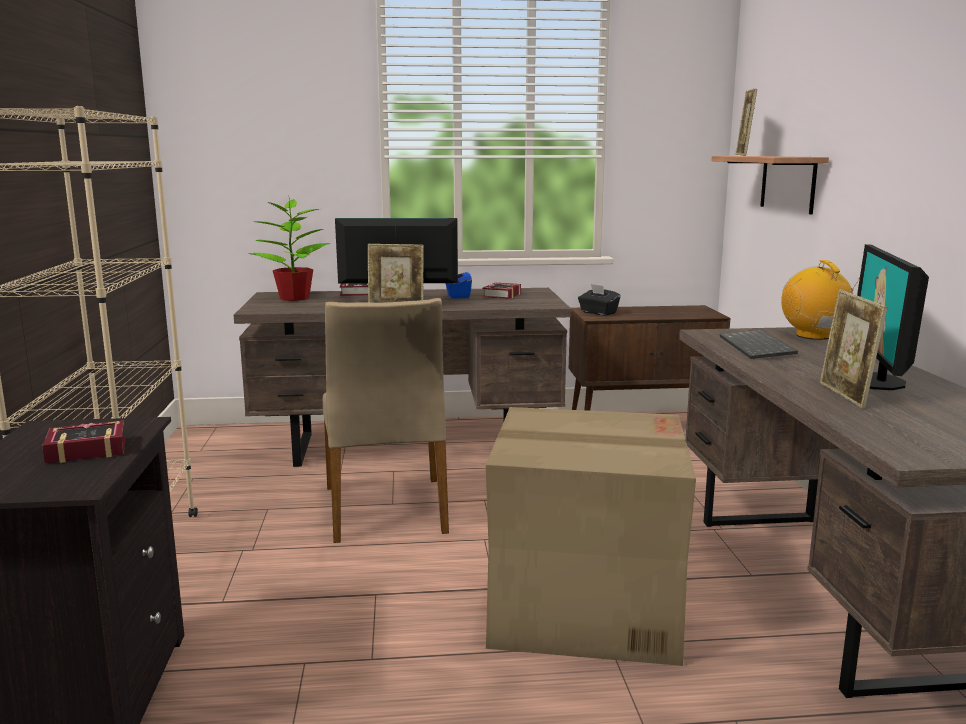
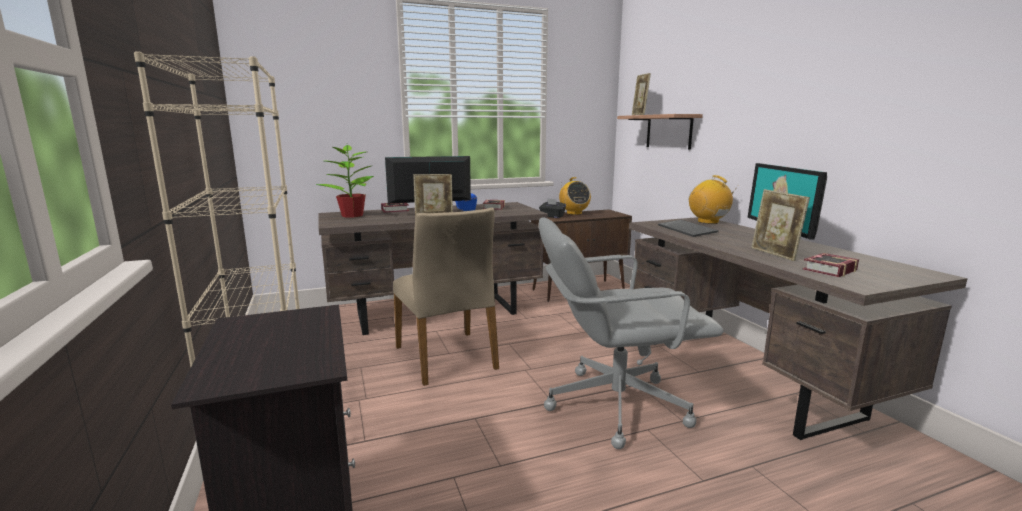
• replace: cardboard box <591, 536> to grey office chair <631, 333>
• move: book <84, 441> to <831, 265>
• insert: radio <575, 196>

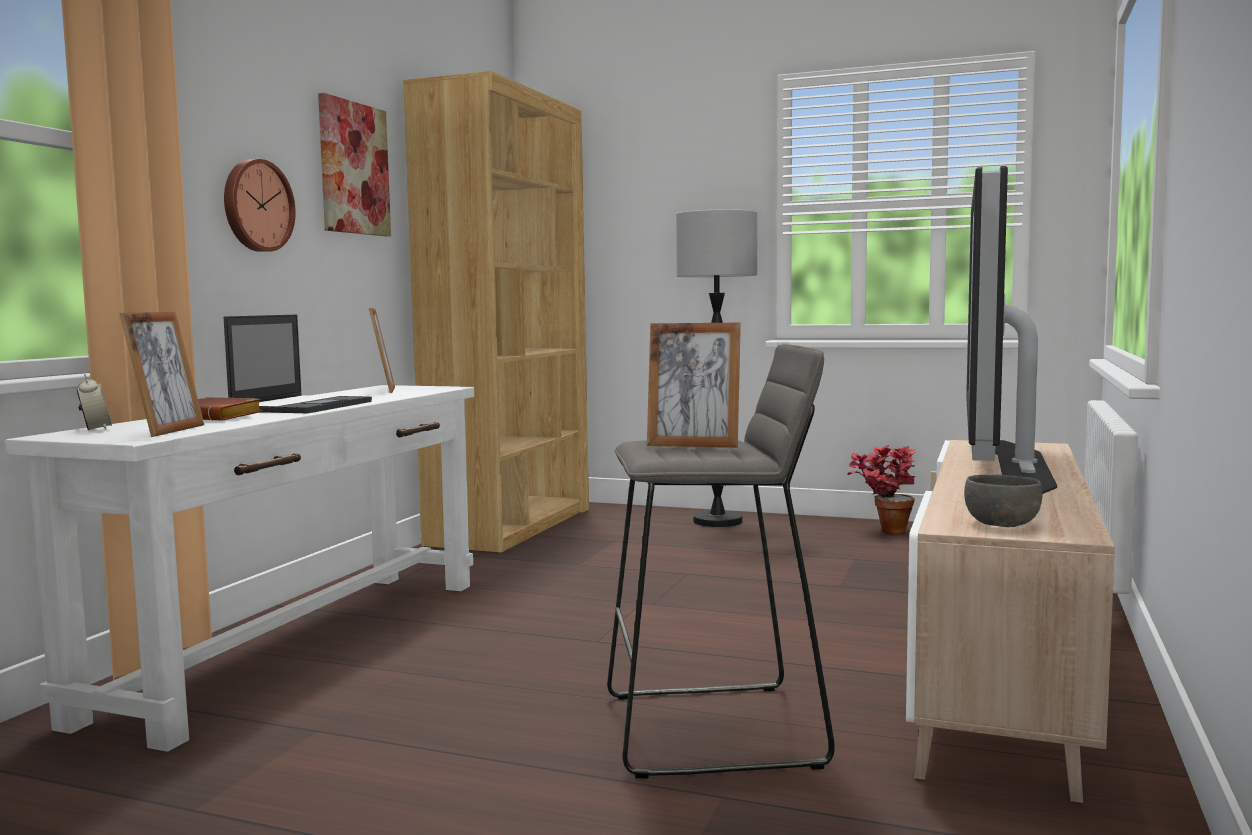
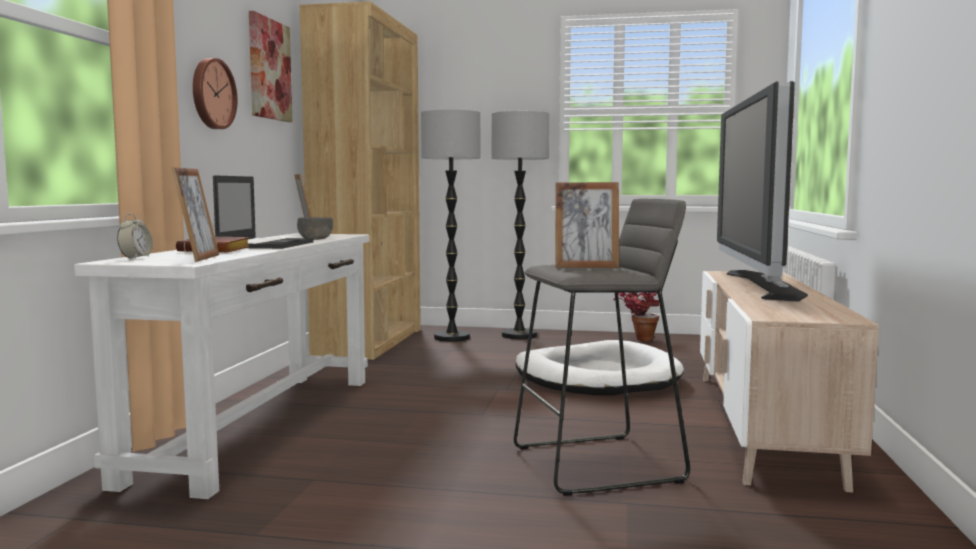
• rotate: alarm clock <94, 401> = <135, 236> 45 degrees clockwise
• move: grey bowl <1003, 500> to <315, 228>
• insert: floor lamp <450, 225>
• insert: white dog bed <599, 367>

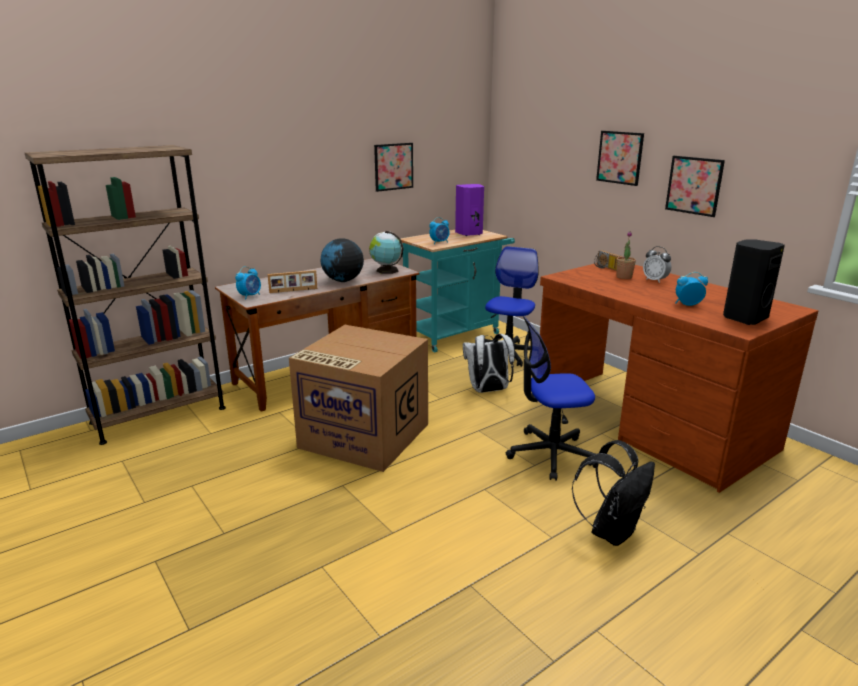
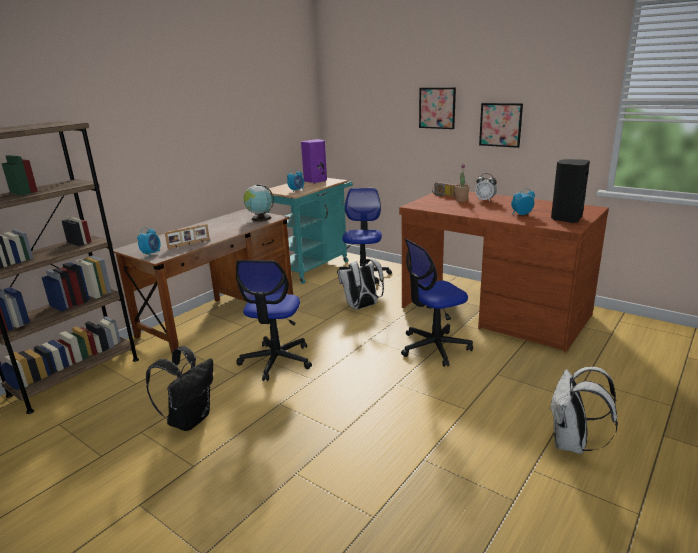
• delete: picture <393, 167>
• delete: globe <342, 260>
• replace: cardboard box <358, 398> to office chair <274, 320>
• move: black backpack <613, 493> to <179, 388>
• insert: white backpack <583, 410>

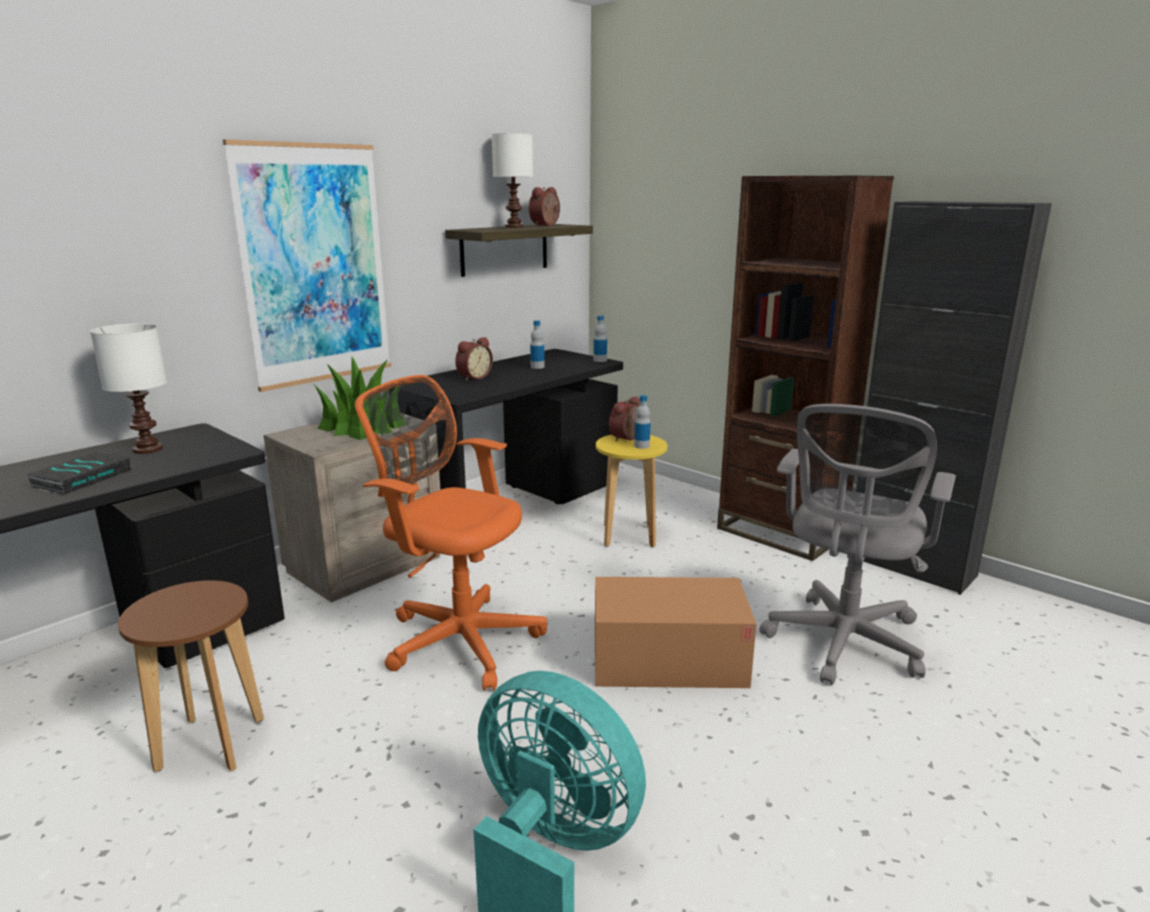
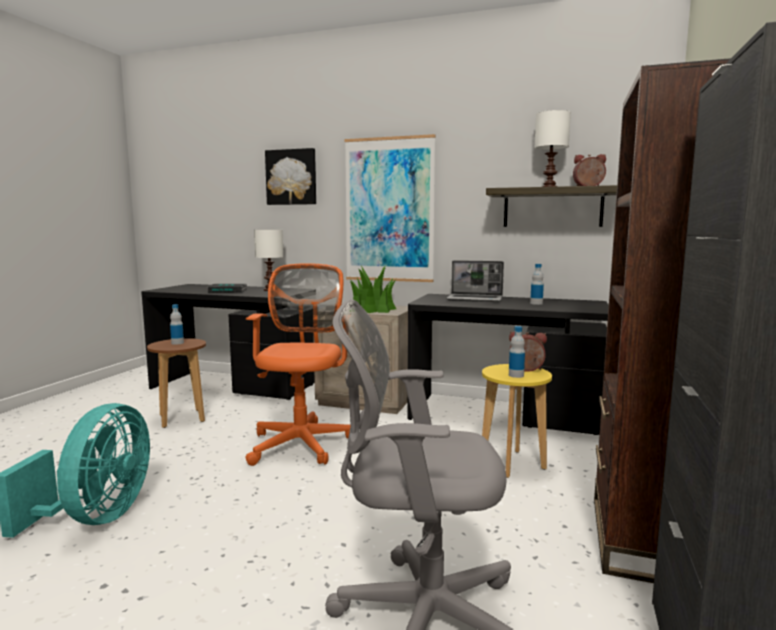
• move: bottle <600, 338> to <177, 324>
• replace: alarm clock <474, 359> to laptop <475, 281>
• delete: cardboard box <675, 632>
• insert: picture <290, 176>

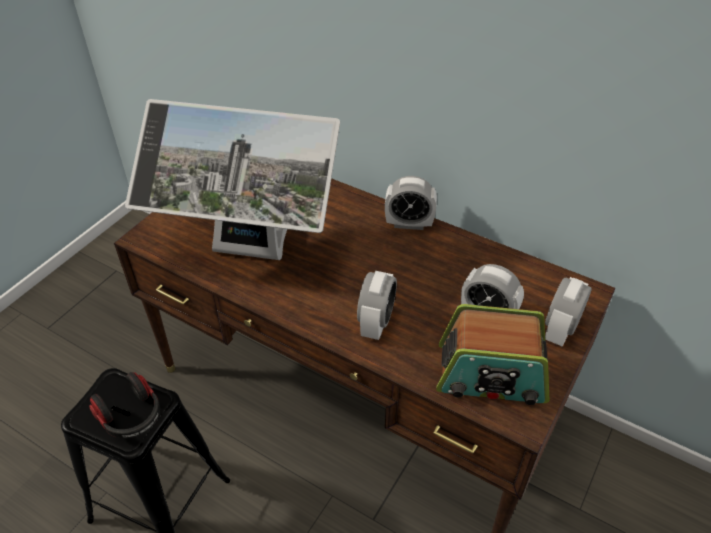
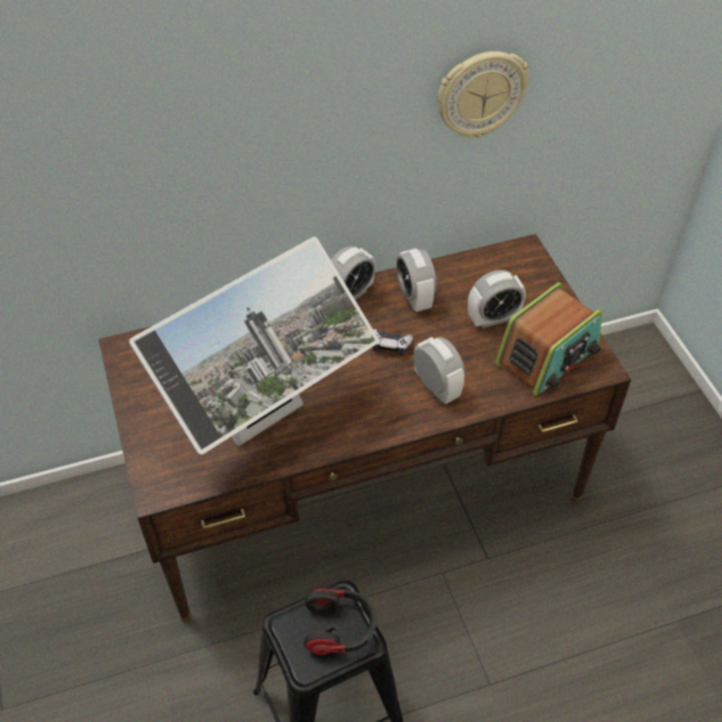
• move: alarm clock <568, 311> to <416, 280>
• insert: wall clock <483, 94>
• insert: game controller <392, 342>

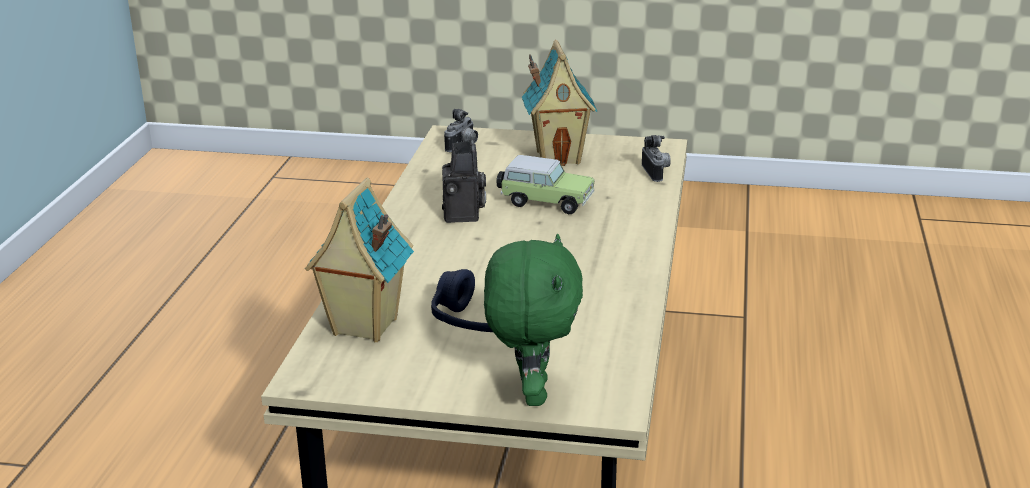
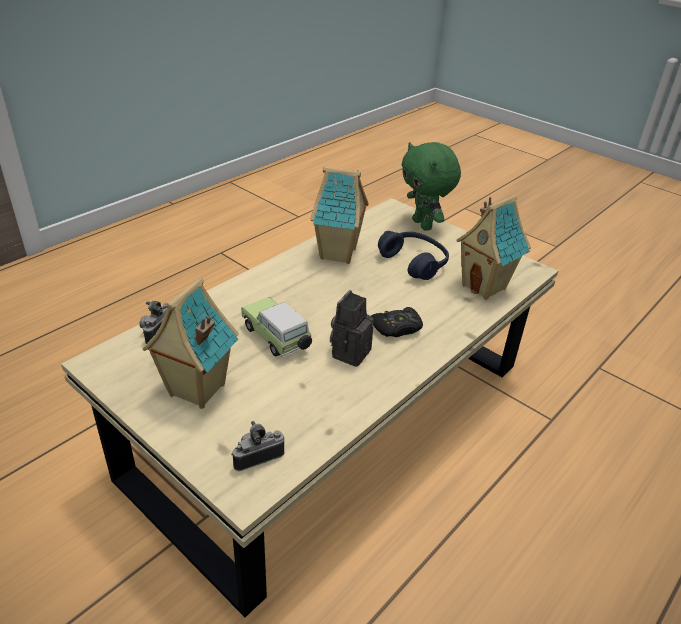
• rotate: green plush toy <533, 320> = <431, 186> 60 degrees counterclockwise
• insert: toy house <339, 215>
• insert: black game controller <397, 322>

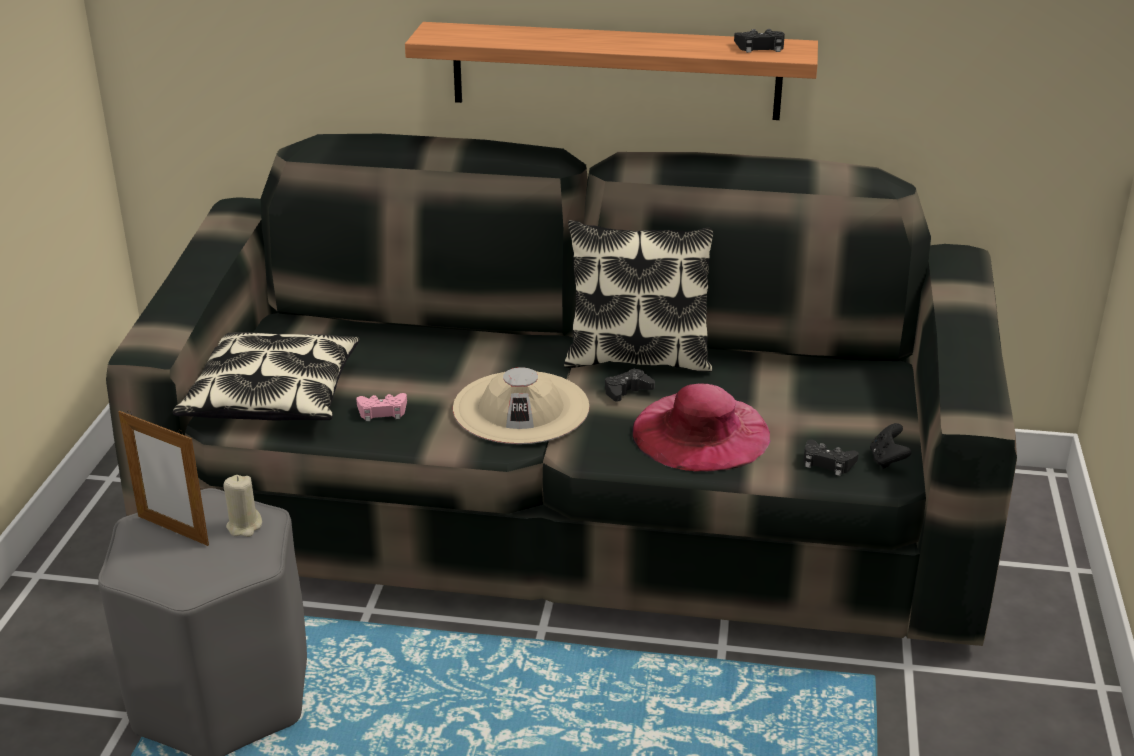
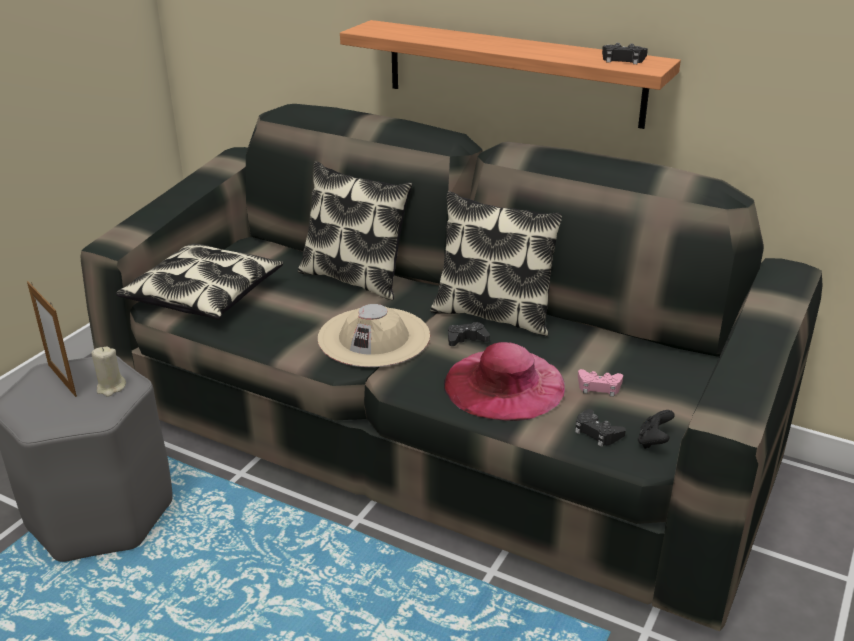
• move: pink game controller <381, 407> to <600, 383>
• insert: pillow <355, 230>

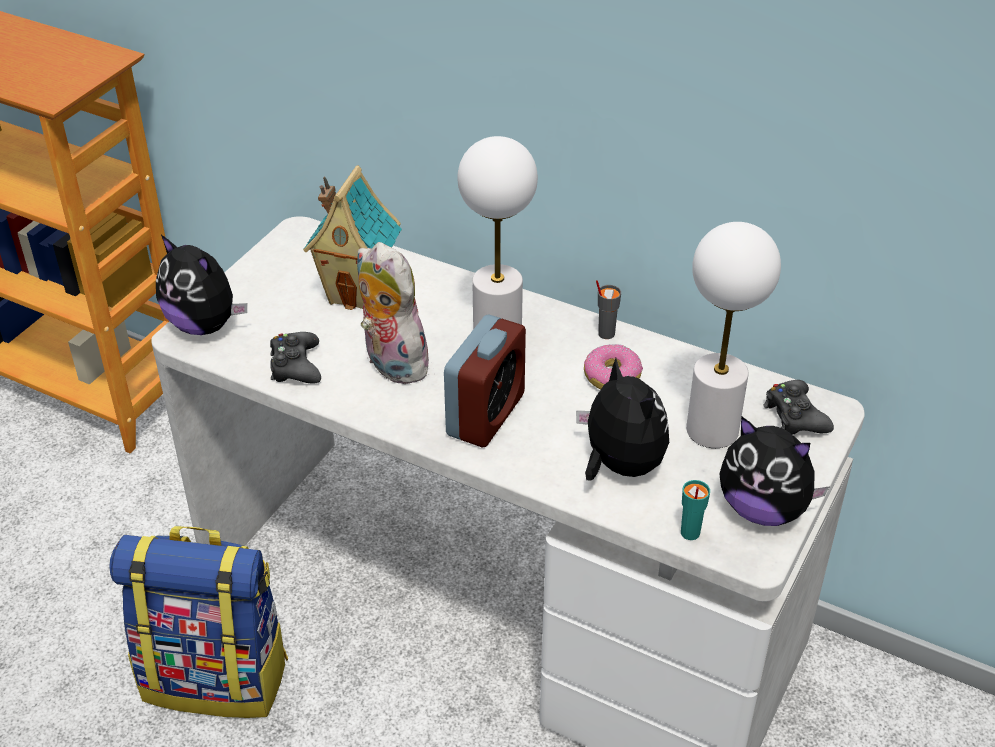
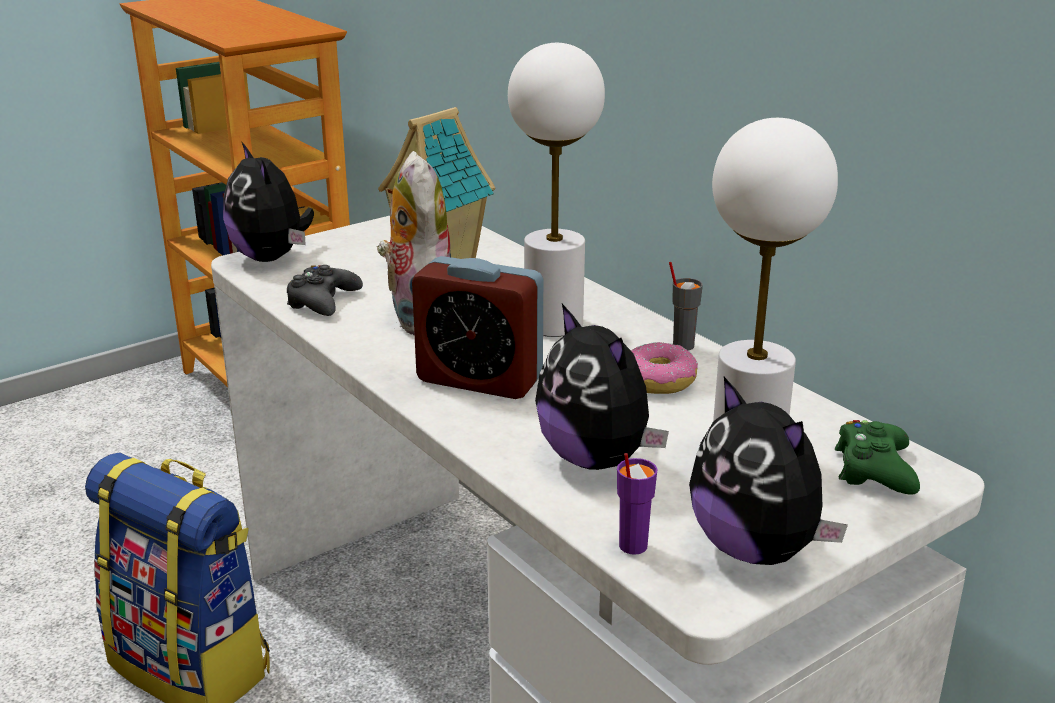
• rotate: alarm clock <485, 381> = <477, 327> 60 degrees clockwise
• rotate: plush toy <622, 419> = <602, 387> 150 degrees clockwise
• recolor: black game controller <798, 407> to green game controller <877, 457>
• recolor: turquoise cup <695, 510> to purple cup <637, 504>

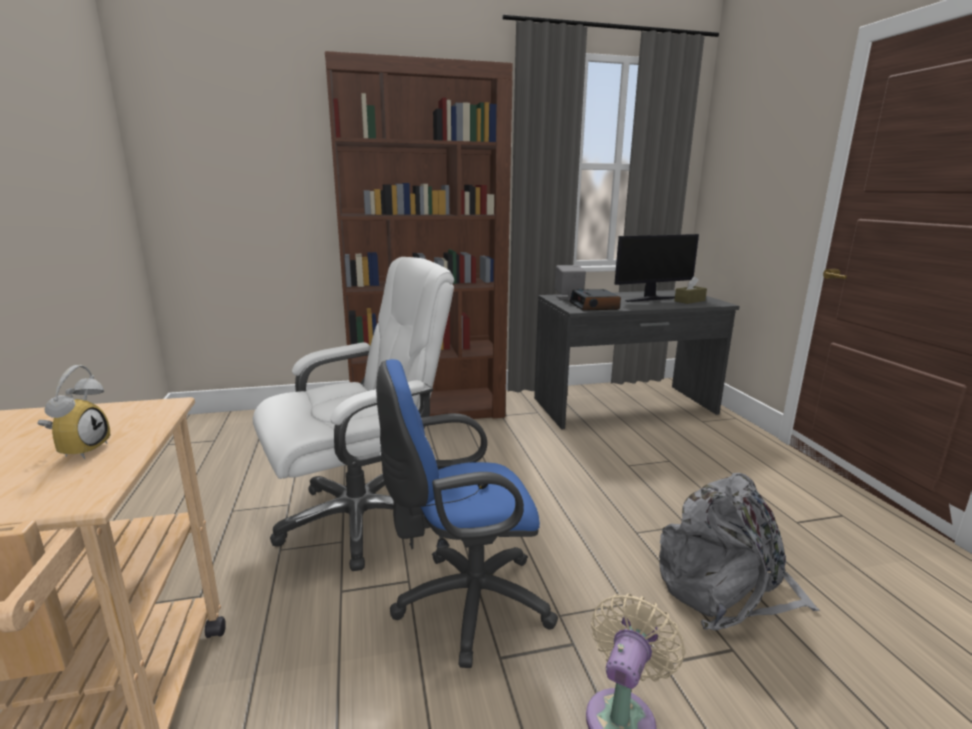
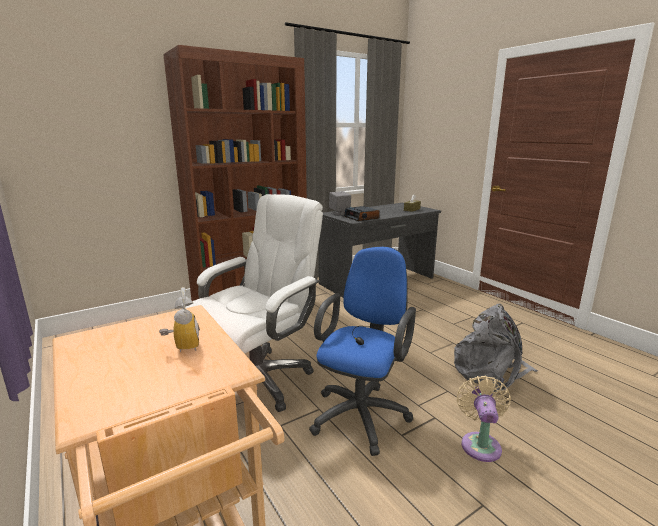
• delete: monitor <656, 268>
• rotate: blue office chair <467, 513> = <362, 351> 150 degrees clockwise

